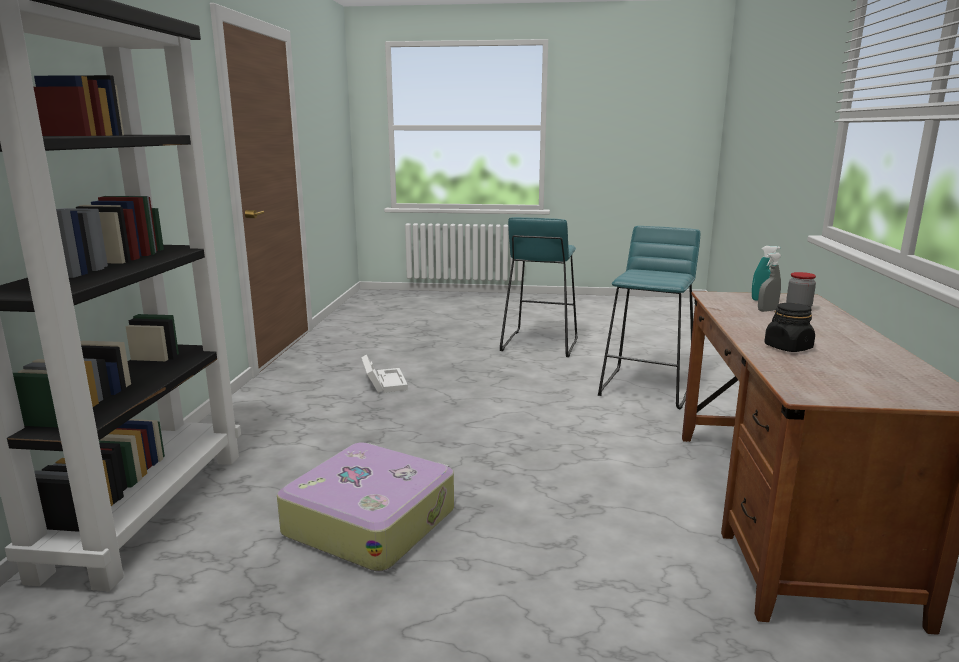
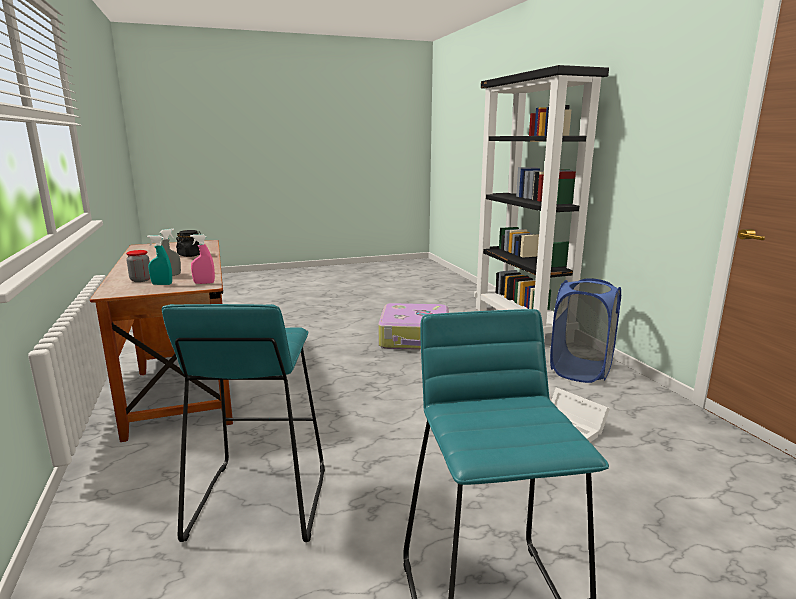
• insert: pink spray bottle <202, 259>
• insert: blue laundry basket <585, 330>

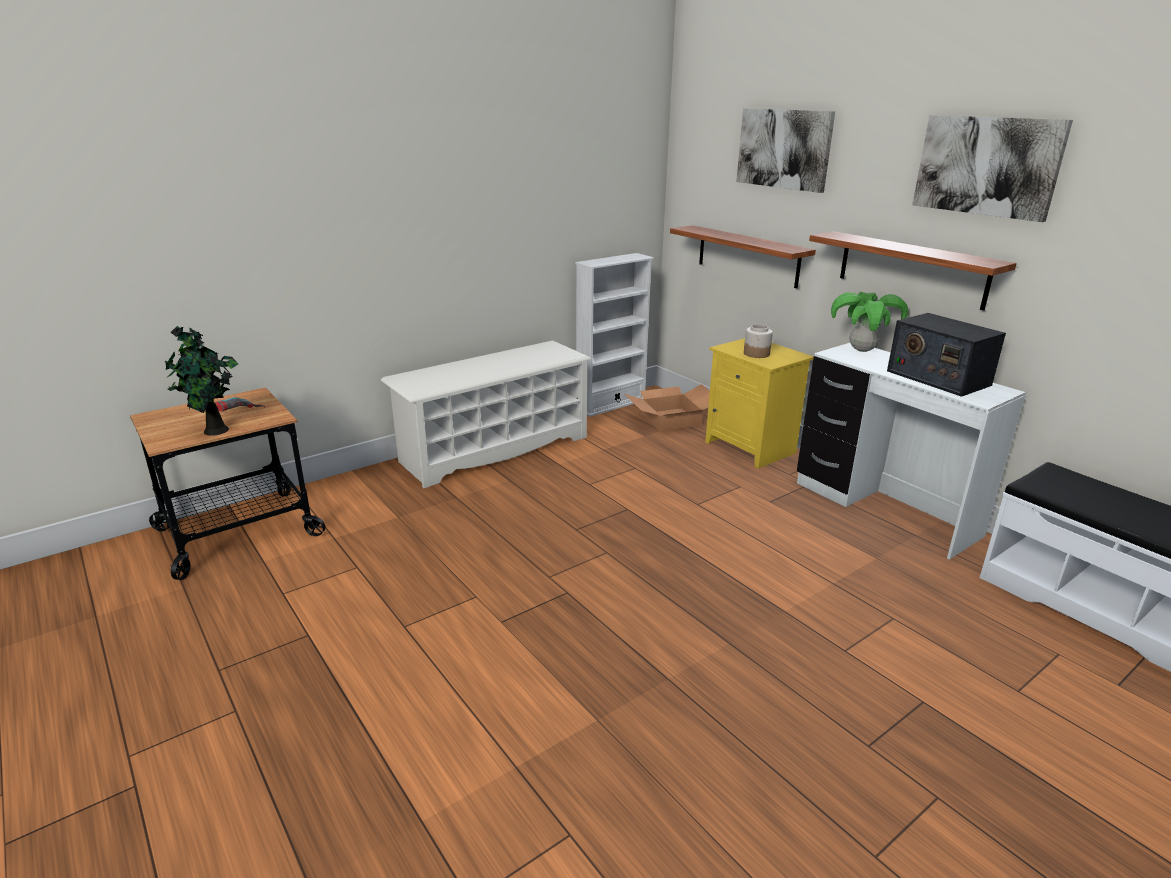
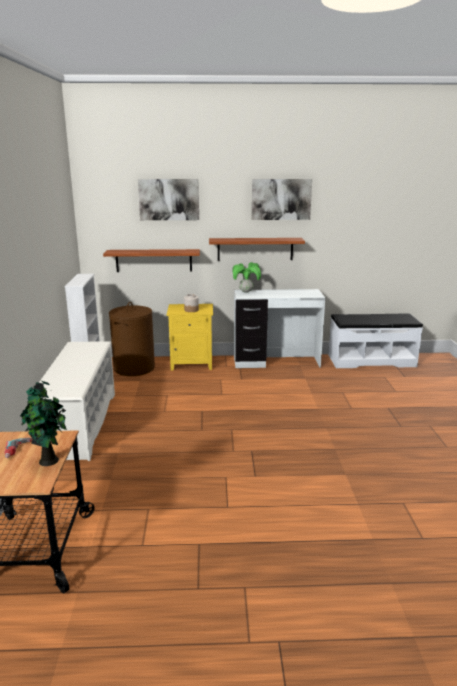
• delete: radio <946, 355>
• replace: cardboard box <667, 407> to brown laundry basket <132, 339>

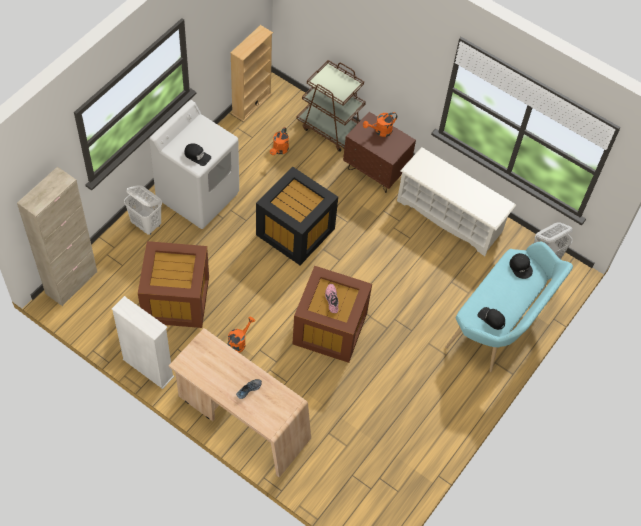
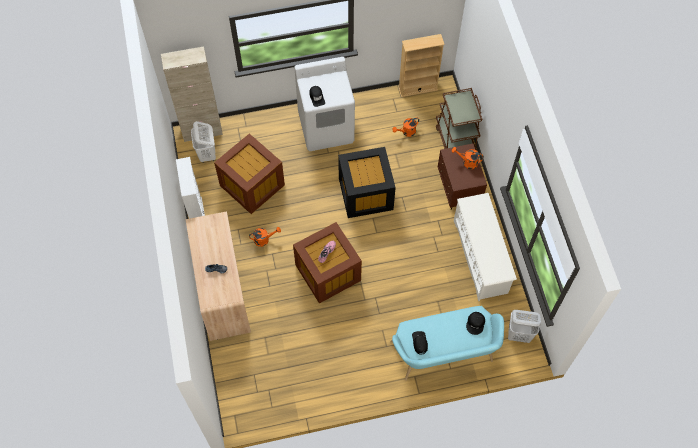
• move: white laundry basket <143, 210> to <203, 142>

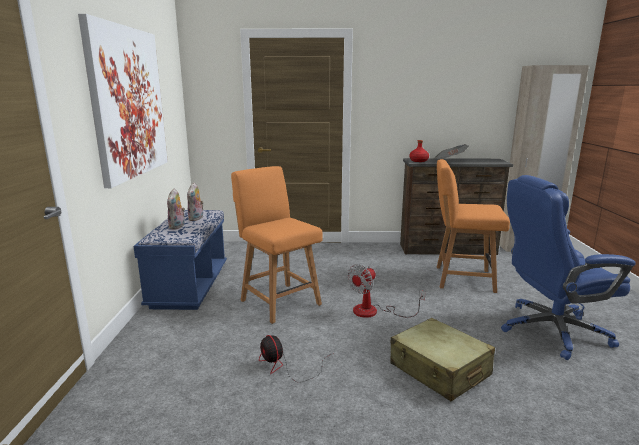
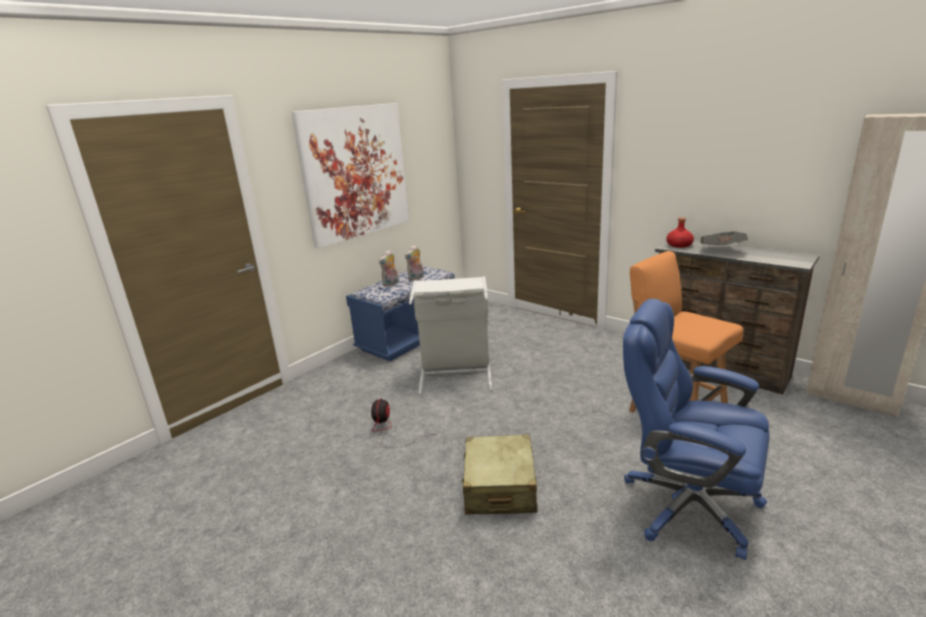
• replace: orange chair <277, 245> to grey laundry basket <450, 335>
• delete: fan <387, 291>

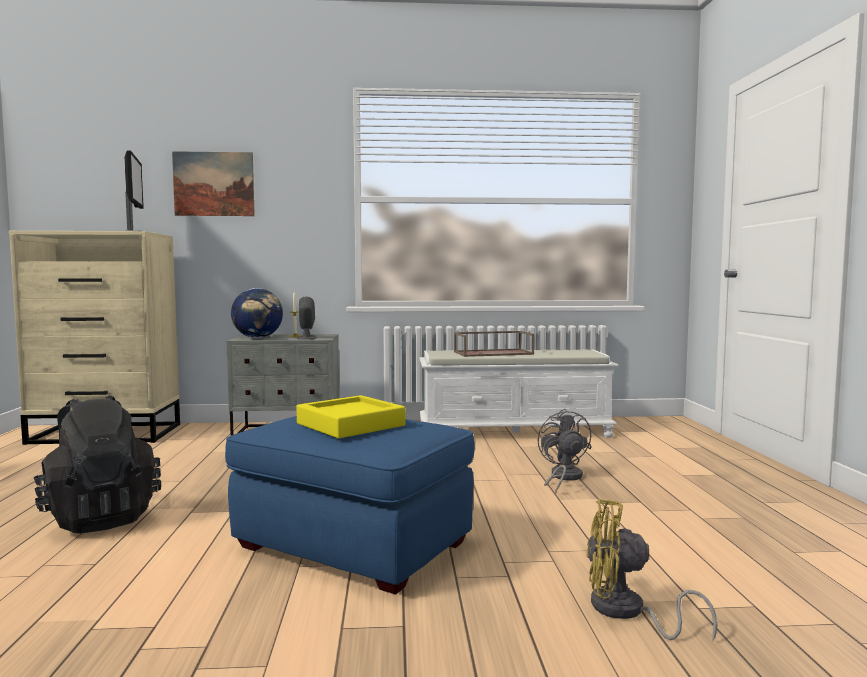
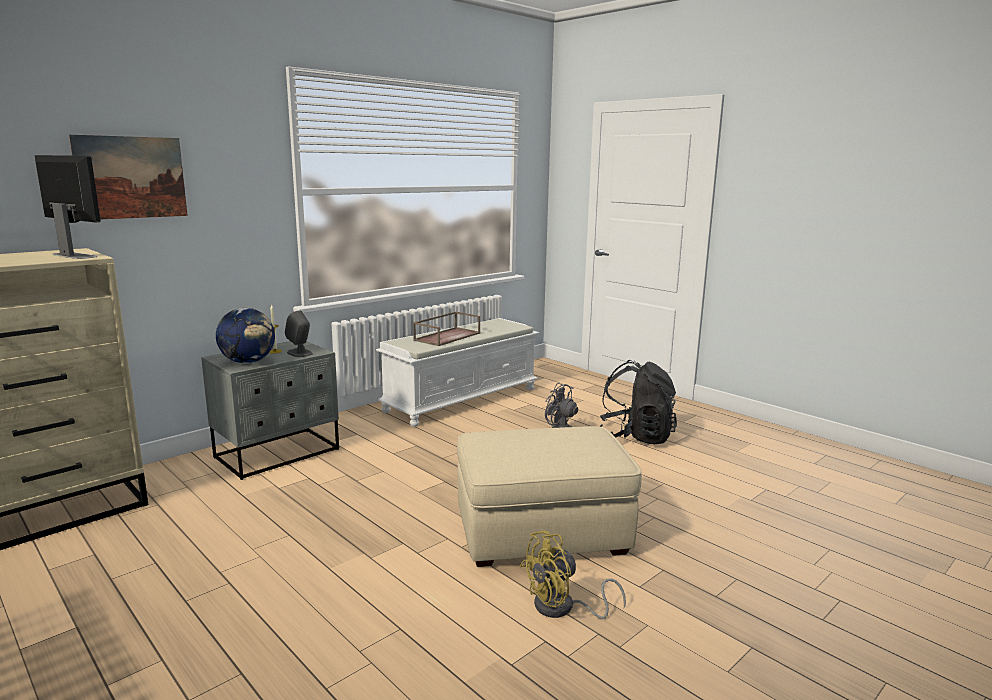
• delete: yellow tray <351, 416>
• move: black backpack <97, 465> to <638, 402>
• recolor: blue ottoman <350, 505> to beige ottoman <549, 496>
• move: yellow fan <651, 570> to <573, 575>

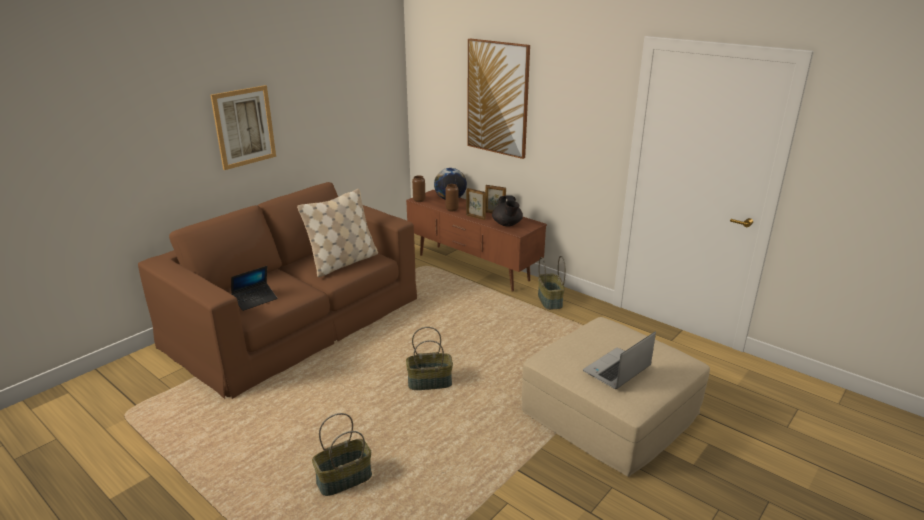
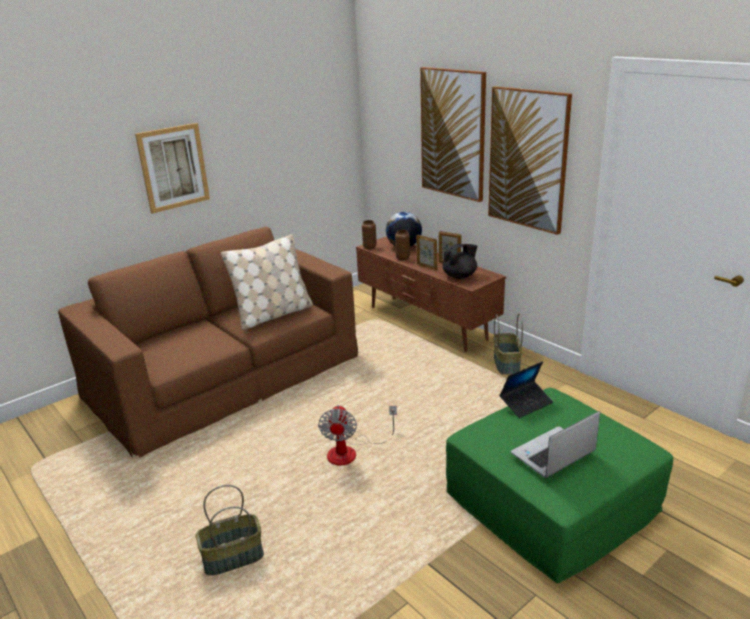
• rotate: black teapot <507, 210> = <460, 261> 120 degrees counterclockwise
• move: laptop <254, 288> to <526, 389>
• recolor: beige ottoman <615, 397> to green ottoman <559, 486>
• replace: basket <429, 358> to fan <357, 435>
• insert: picture <530, 160>

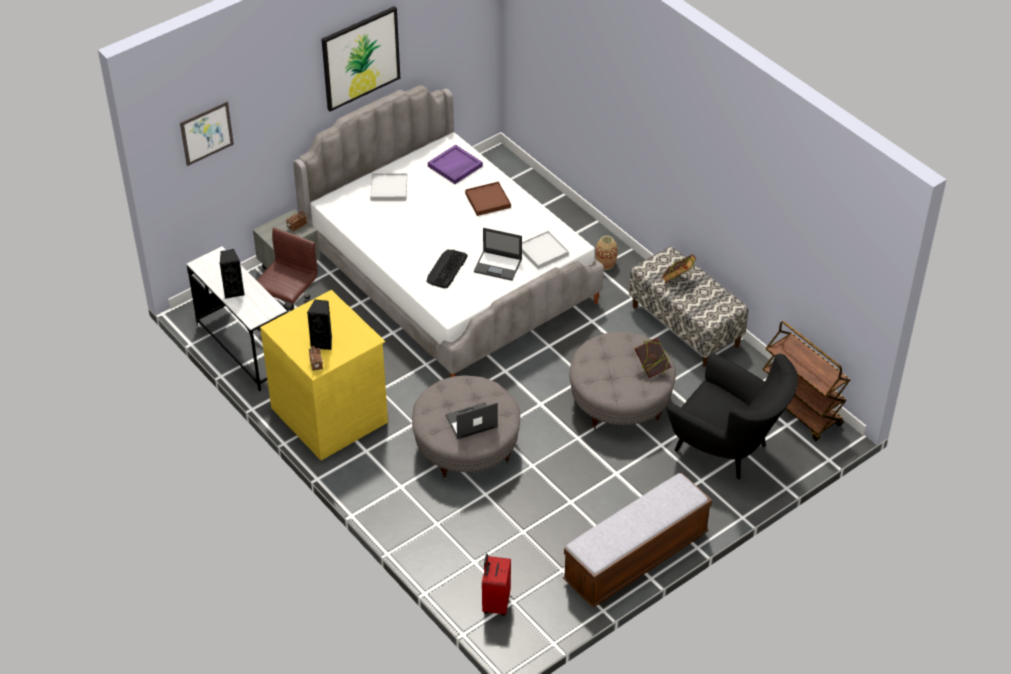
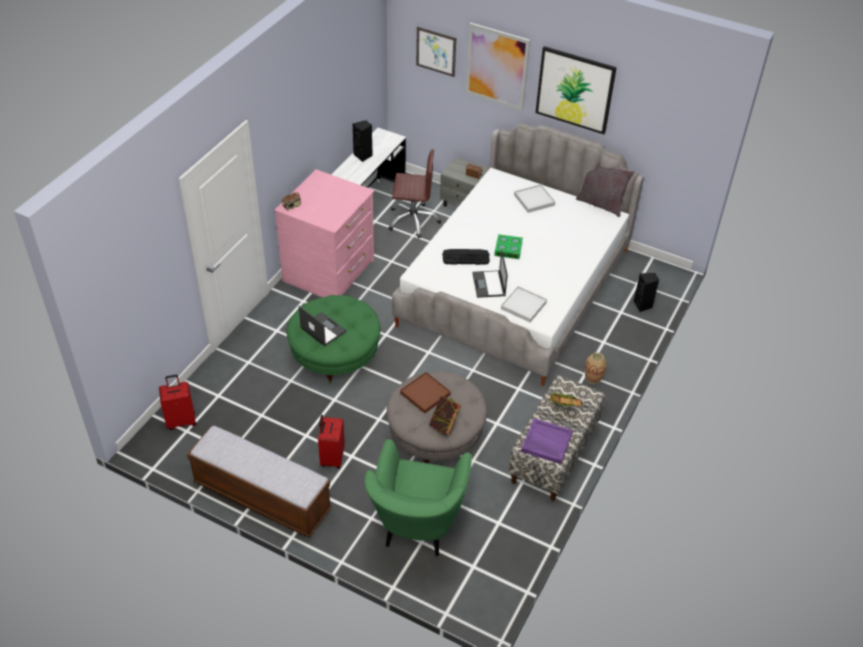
• move: purple tray <455, 164> to <547, 441>
• move: brown tray <488, 199> to <425, 393>
• recolor: yellow dresser <324, 375> to pink dresser <324, 233>
• move: black speaker <319, 324> to <646, 292>
• delete: brown cart <806, 381>
• recolor: black armchair <732, 416> to green armchair <418, 497>
• recolor: grey ottoman <466, 428> to green ottoman <333, 340>
• insert: picture <498, 66>
• insert: grey pillow <605, 189>
• insert: book <508, 246>
• insert: red suitcase <331, 441>

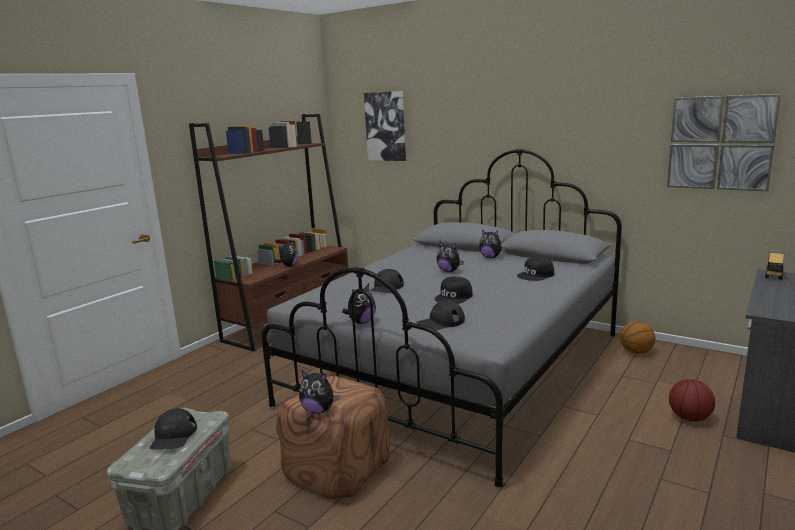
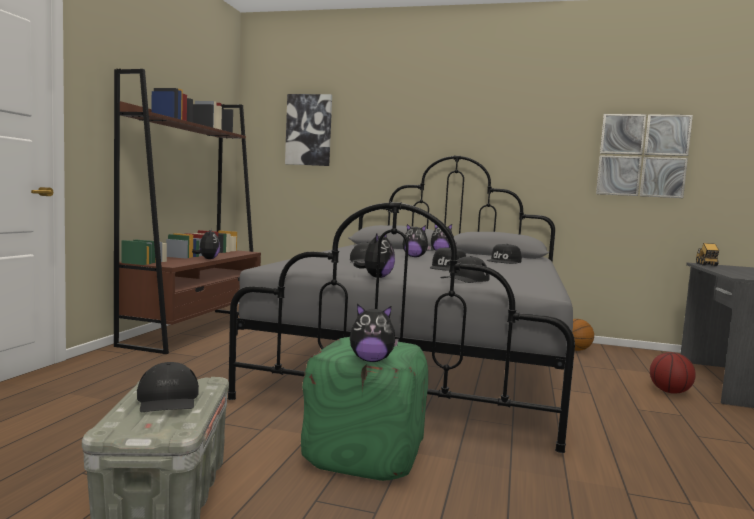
• recolor: brown ottoman <332, 437> to green ottoman <364, 409>

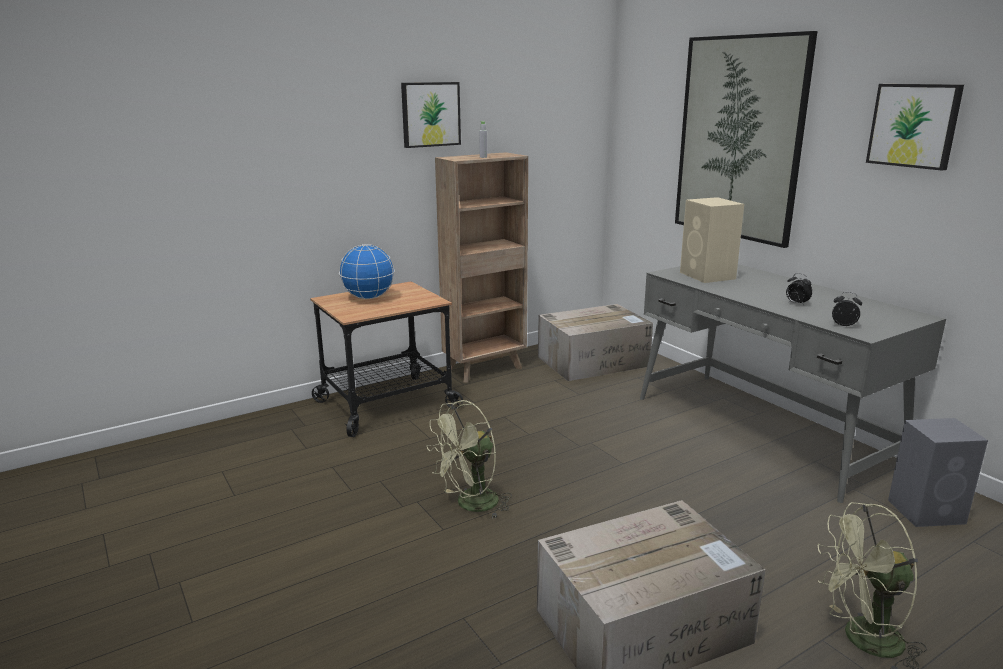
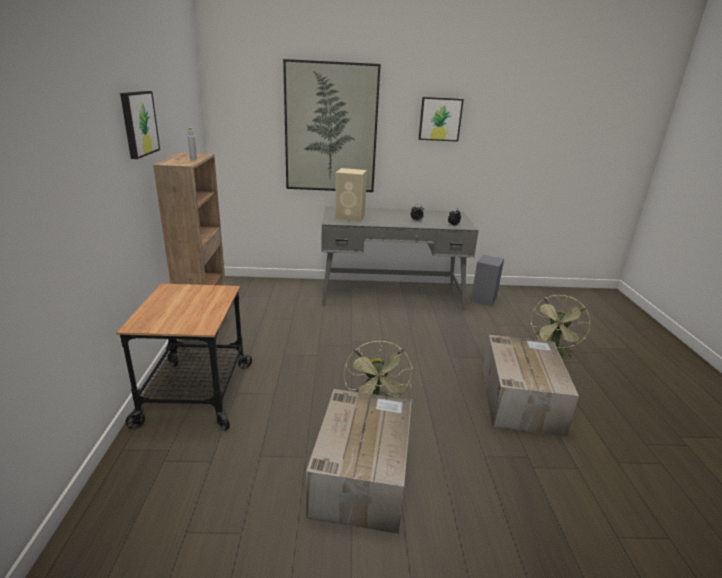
• delete: globe <367, 271>
• move: cardboard box <595, 342> to <359, 461>

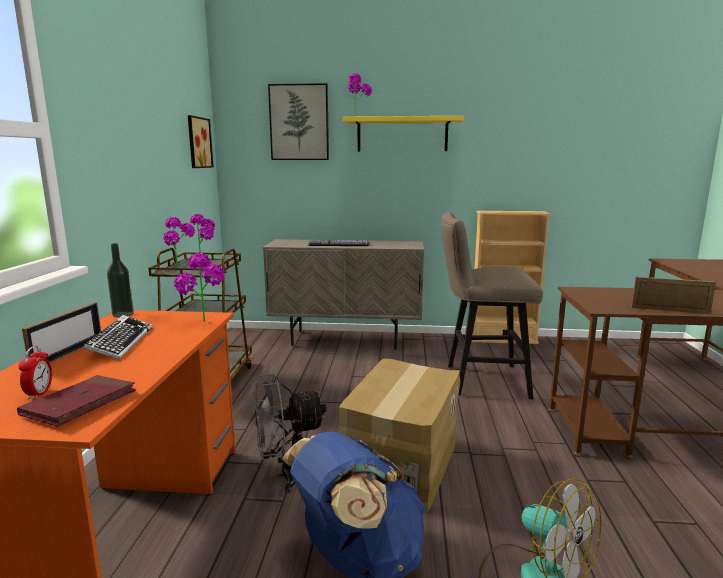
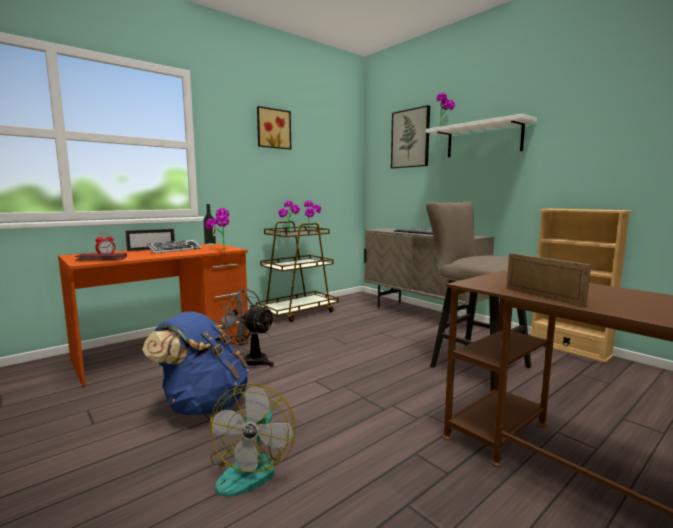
• move: picture <200, 141> to <274, 128>
• recolor: yellow shelf <403, 133> to white shelf <481, 135>
• delete: cardboard box <399, 435>

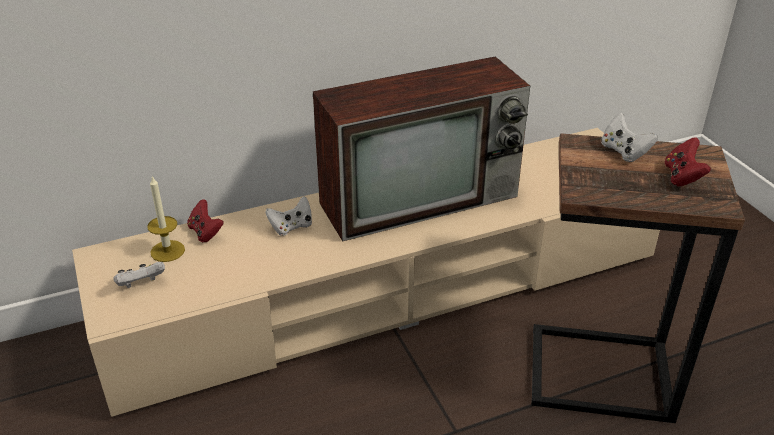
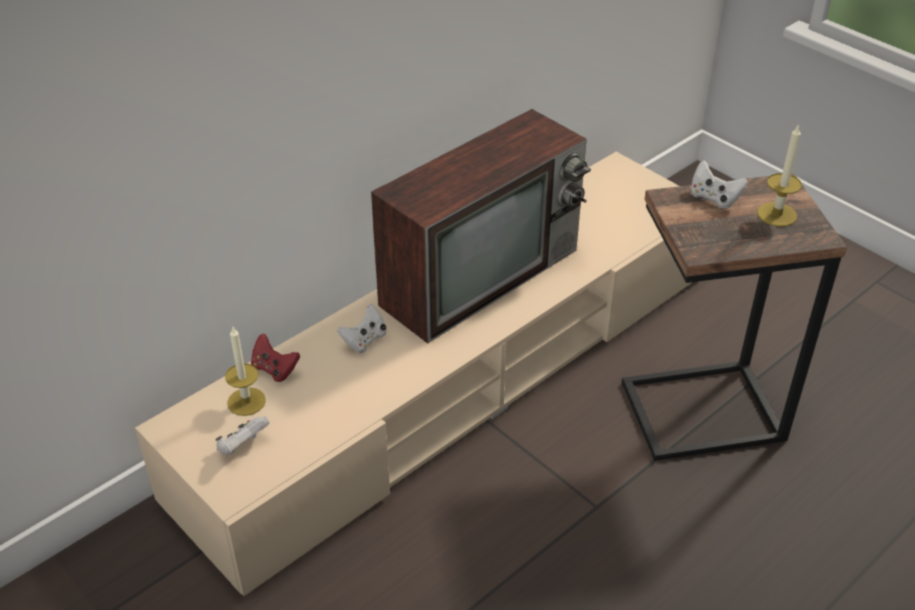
• replace: red game controller <688, 162> to candle <779, 175>

